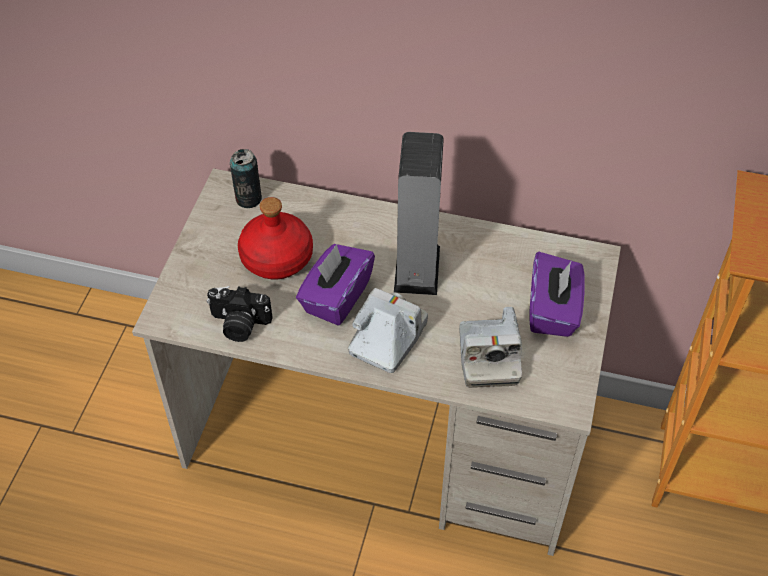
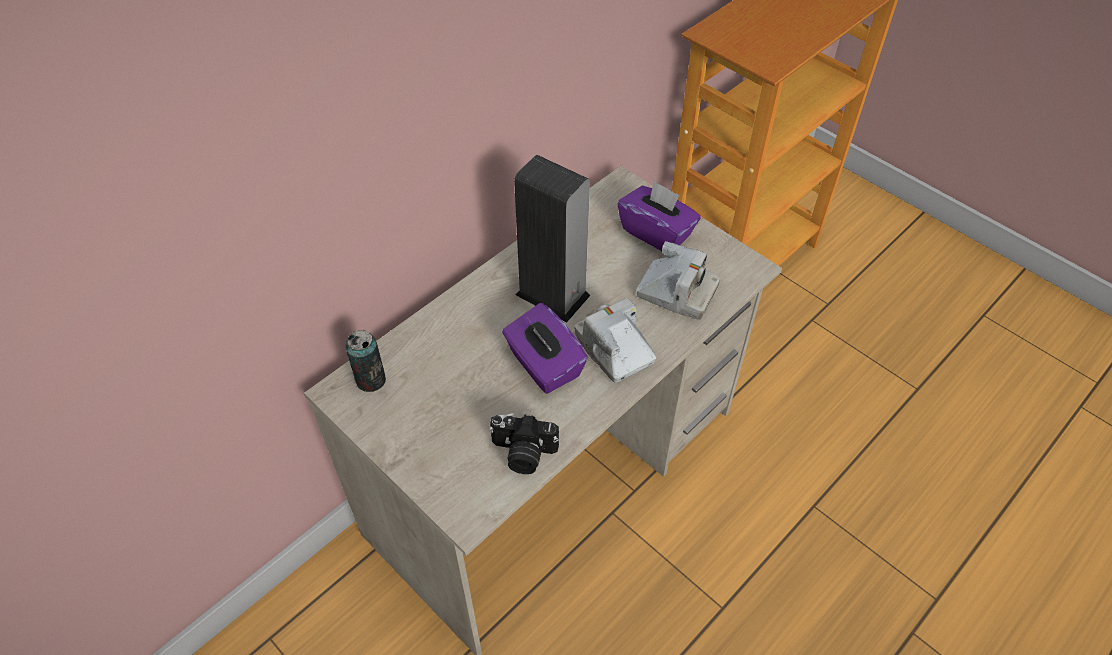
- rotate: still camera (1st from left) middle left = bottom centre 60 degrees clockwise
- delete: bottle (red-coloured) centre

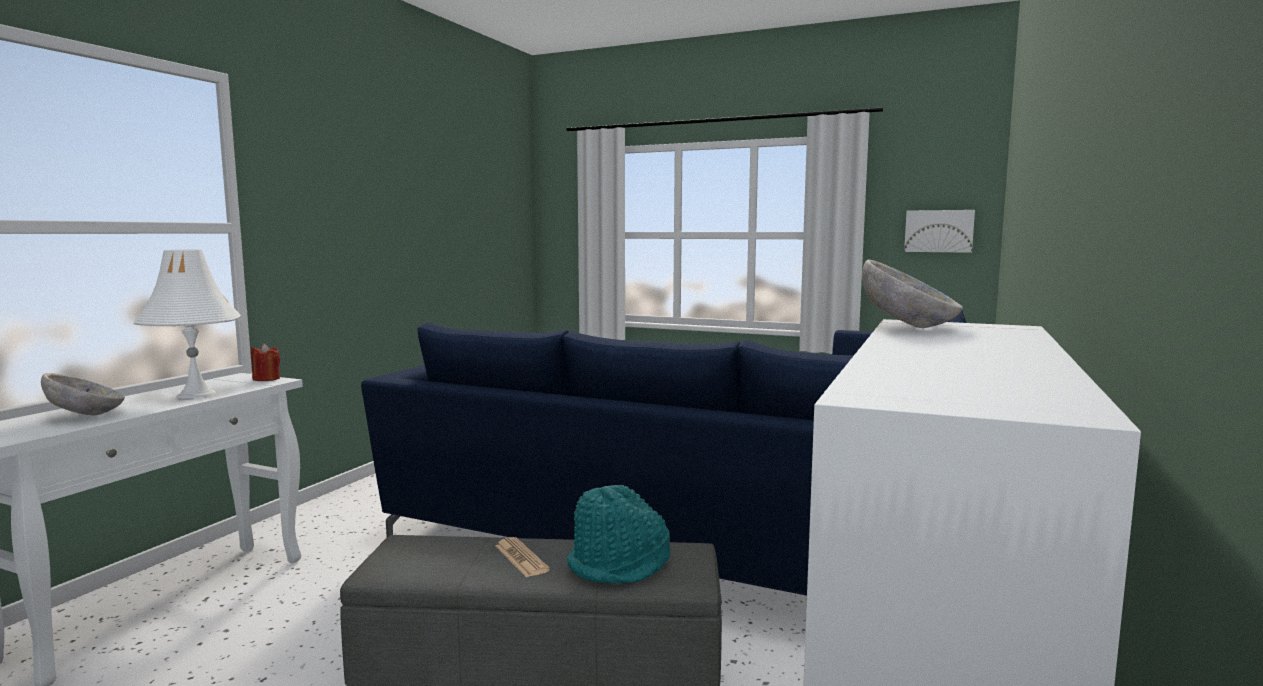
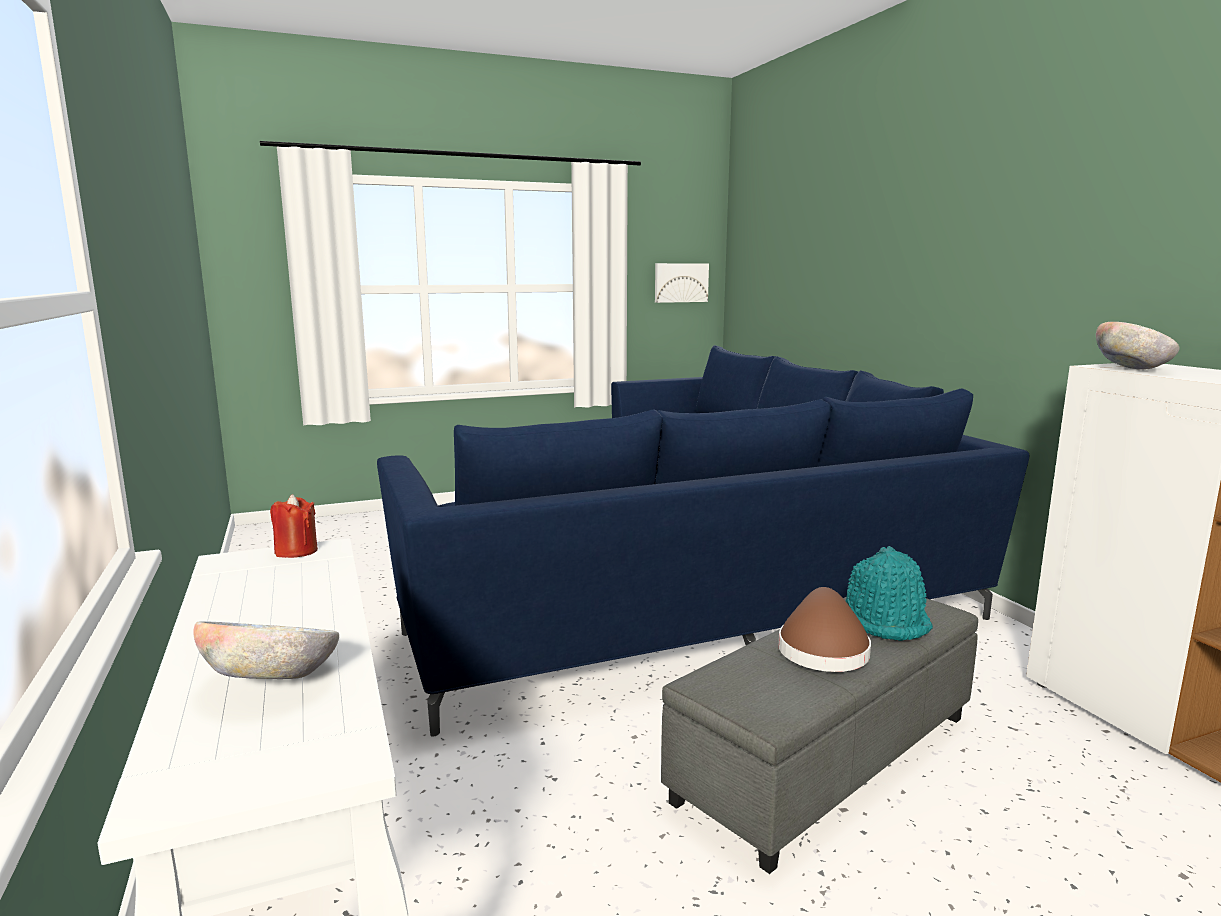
- replace: newspaper bottom centre to hat (brown) bottom right
- delete: tabletop lamp (whitish) middle left

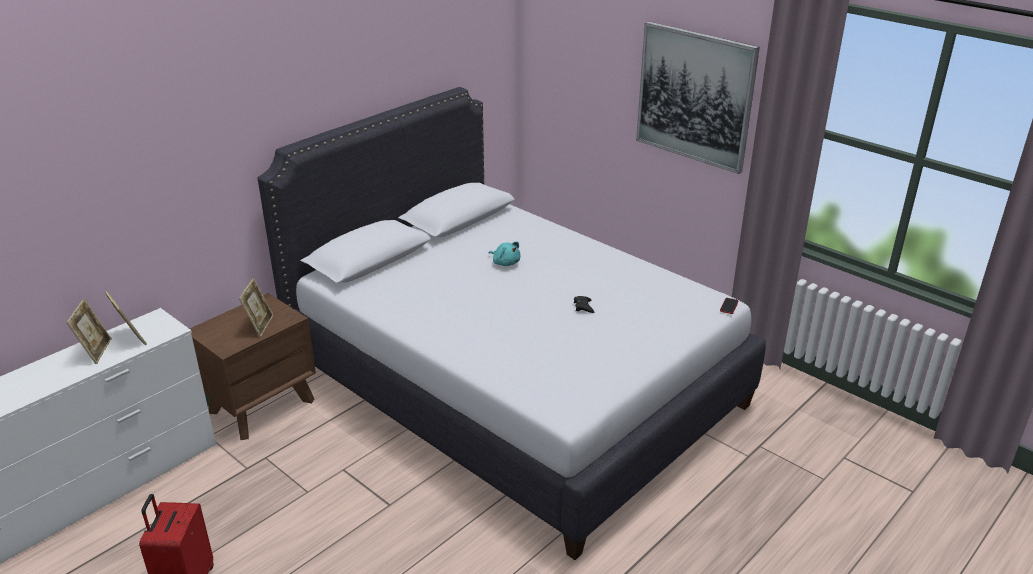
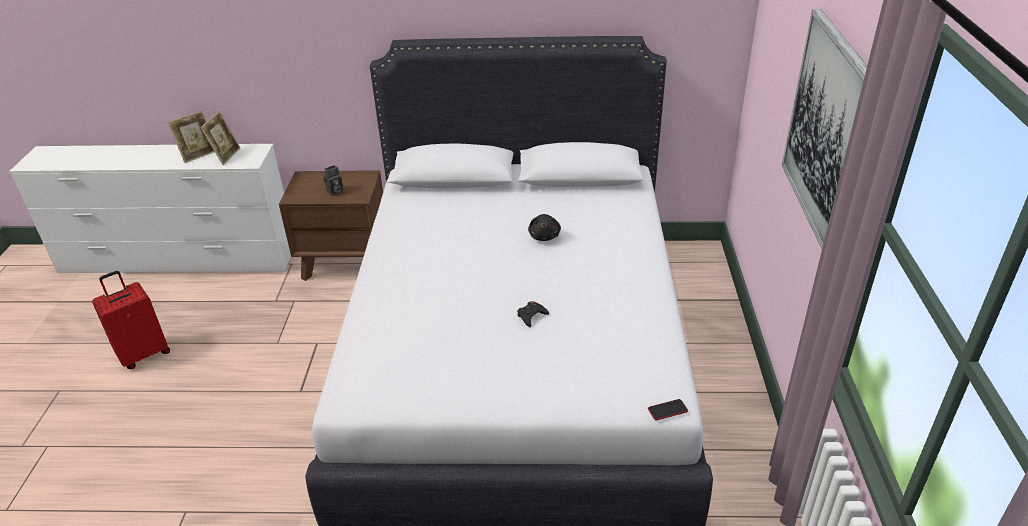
- replace: picture frame (3rd from left) middle left to still camera middle left
- recolor: soft toy (blue-green) centre to soft toy (black-coloured) centre

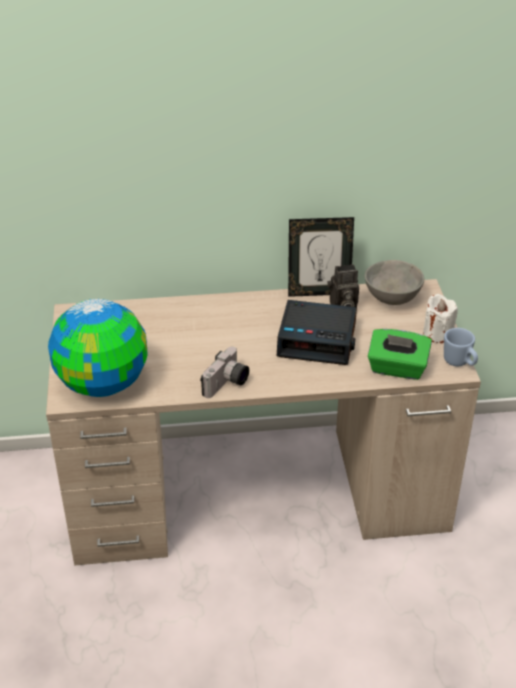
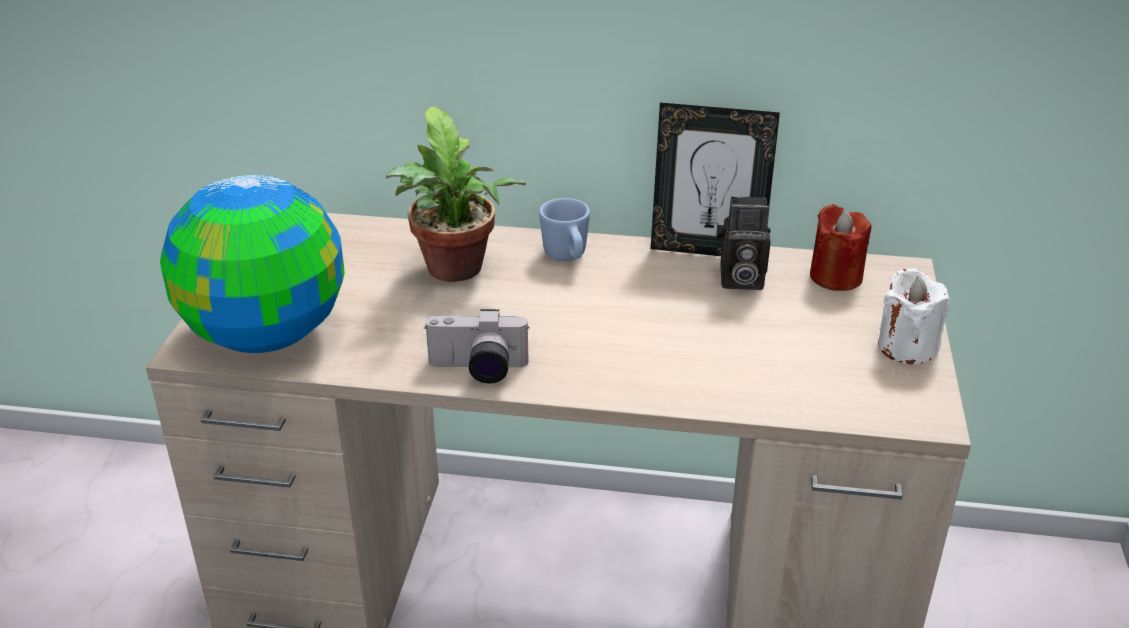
- insert: potted plant top centre
- rotate: still camera (1st from left) centre = centre 45 degrees clockwise
- move: mug (blue-coloured) middle right to centre
- replace: serving bowl (greyish) middle right to candle (red-coloured) middle right
- delete: bedside clock centre
- delete: tissue holder (green) middle right

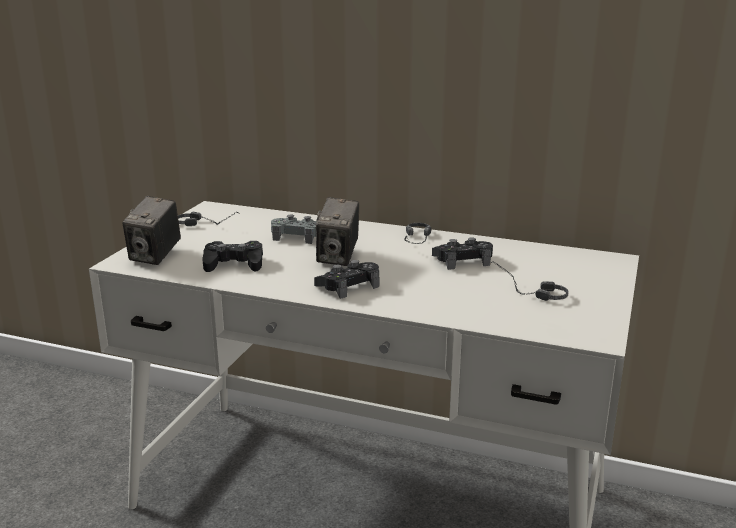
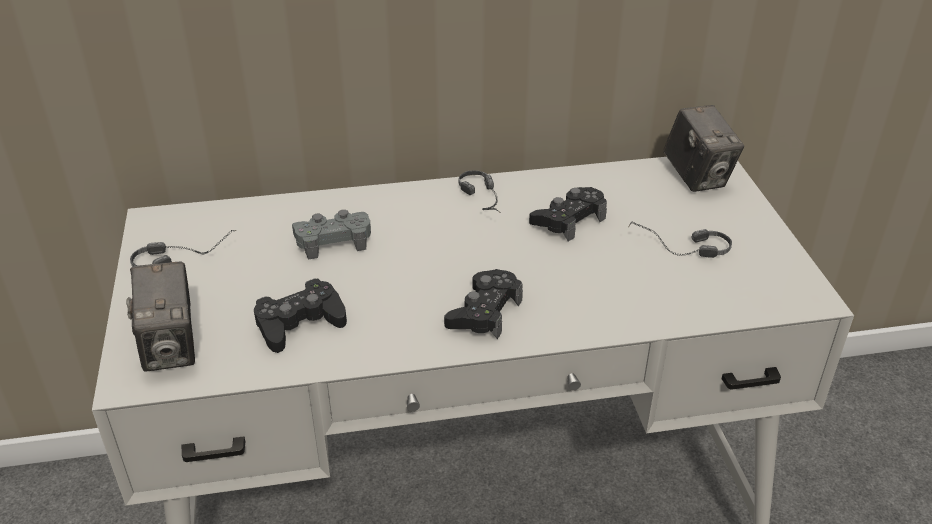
- move: still camera (2nd from left) centre to top right

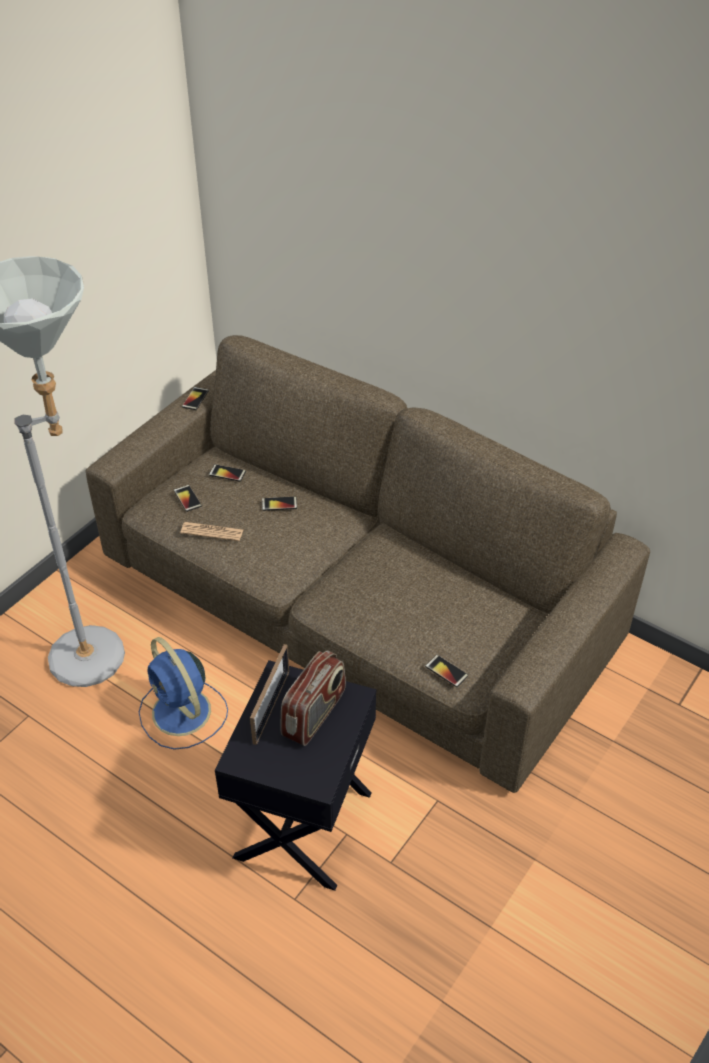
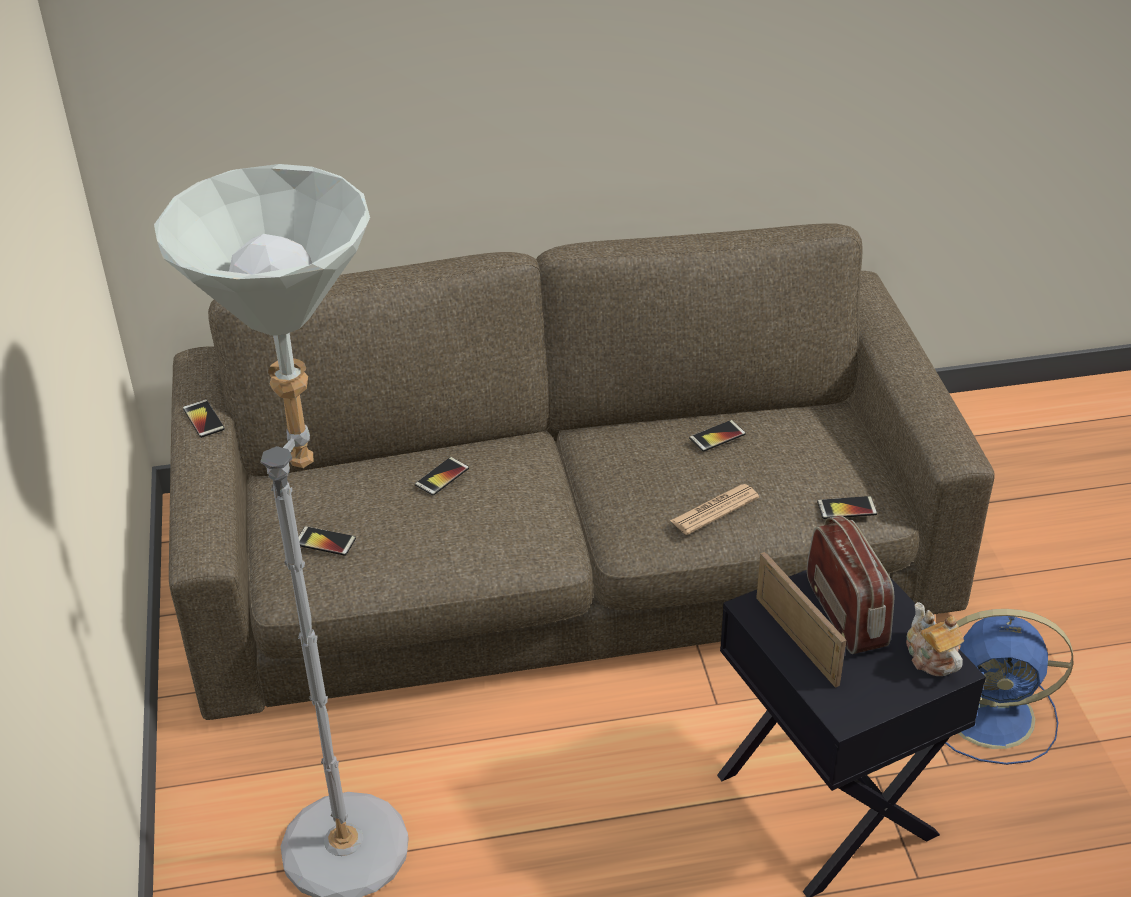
- move: newspaper middle left to centre
- move: handset (3rd from left in the first image) middle left to handset (4th from left) centre
- insert: pot for tea bottom right
- move: electric fan (blue-coloured) middle left to bottom right

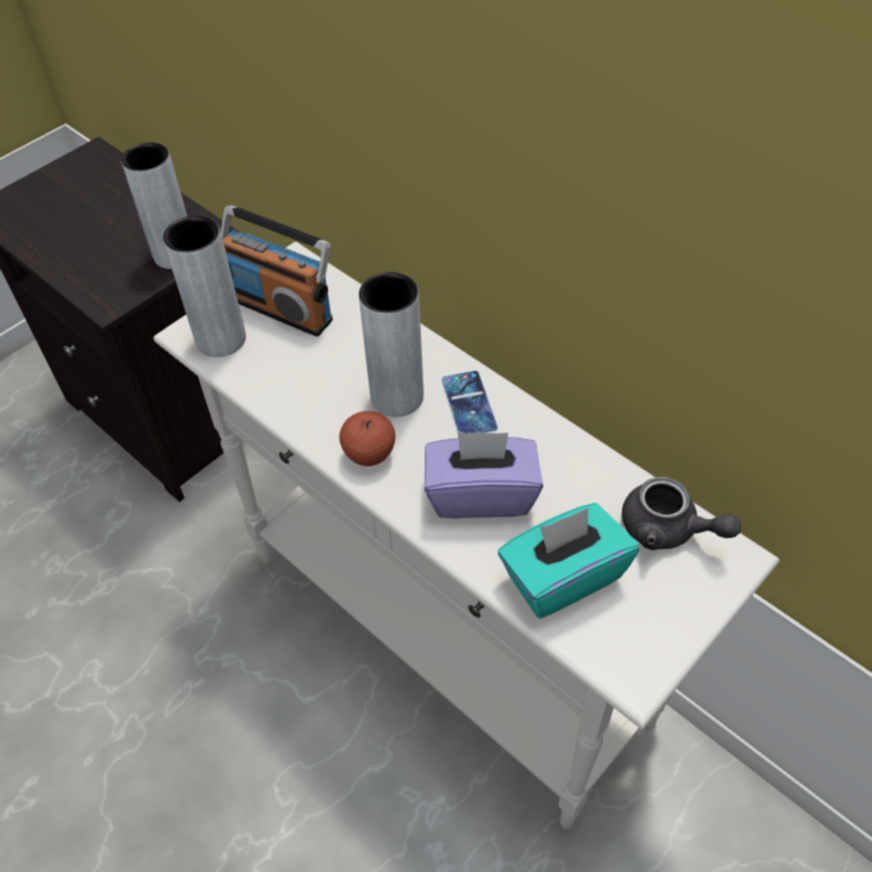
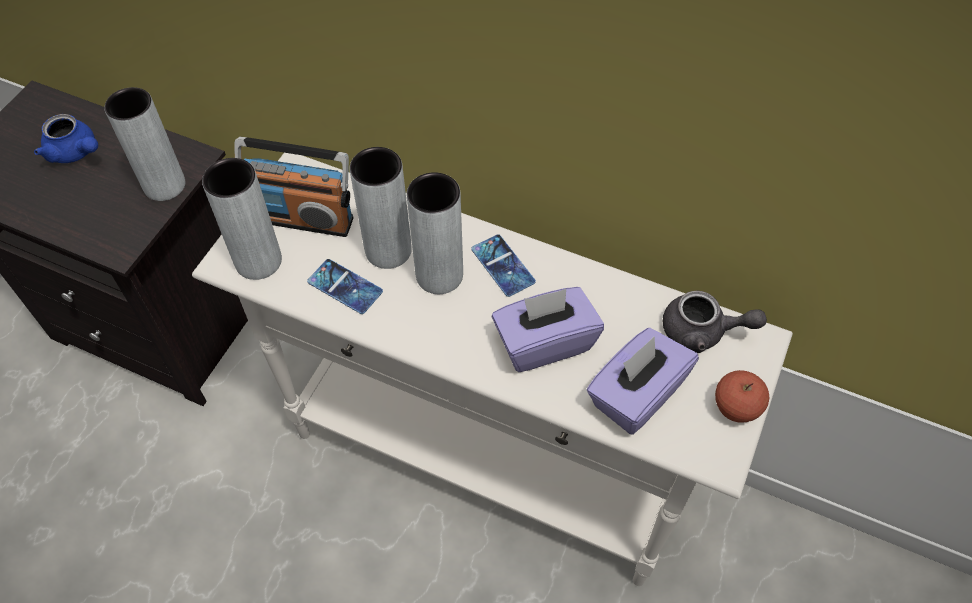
- insert: pot for tea (blue-coloured) top left
- insert: handset (1st from left) centre
- insert: decorative vase (greyish) (3rd from left) centre
- recolor: tissue holder (blue-green) centre to tissue holder (purplish) (2nd from left) centre
- move: whole apple centre to middle right

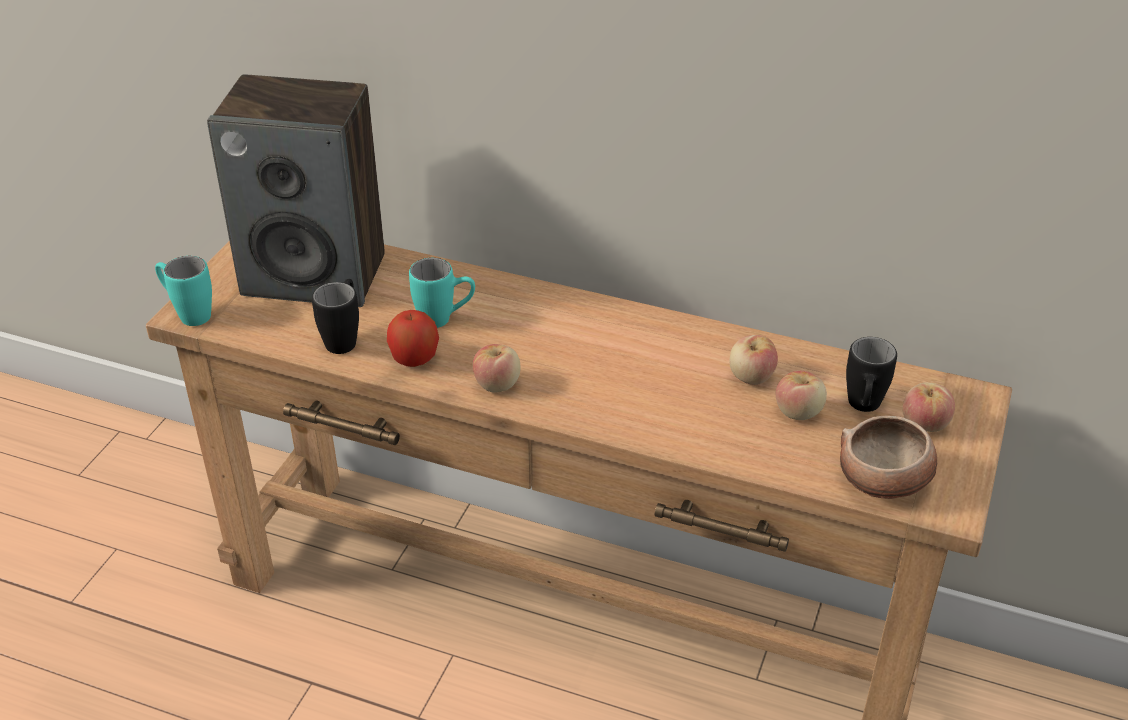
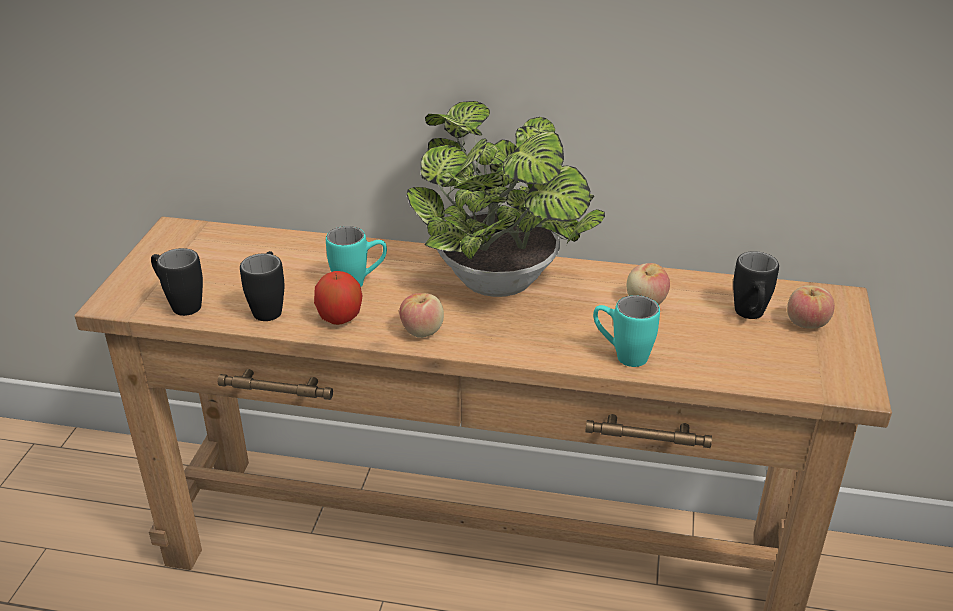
- insert: mug (black-coloured) (1st from left) middle left
- insert: potted plant top centre
- move: mug (blue-green) (1st from left in the first image) middle left to mug (blue-green) (2nd from left) centre
- delete: loudspeaker top left
- delete: whole apple (4th from left) middle right
- delete: serving bowl middle right

